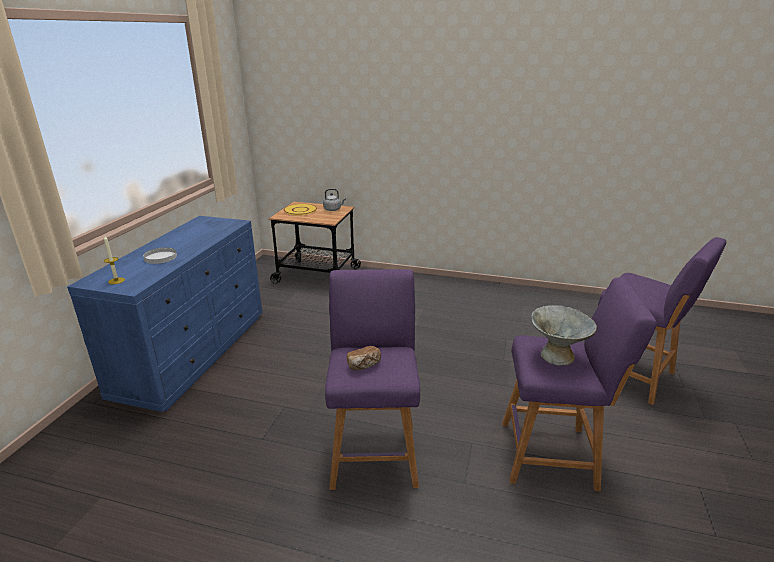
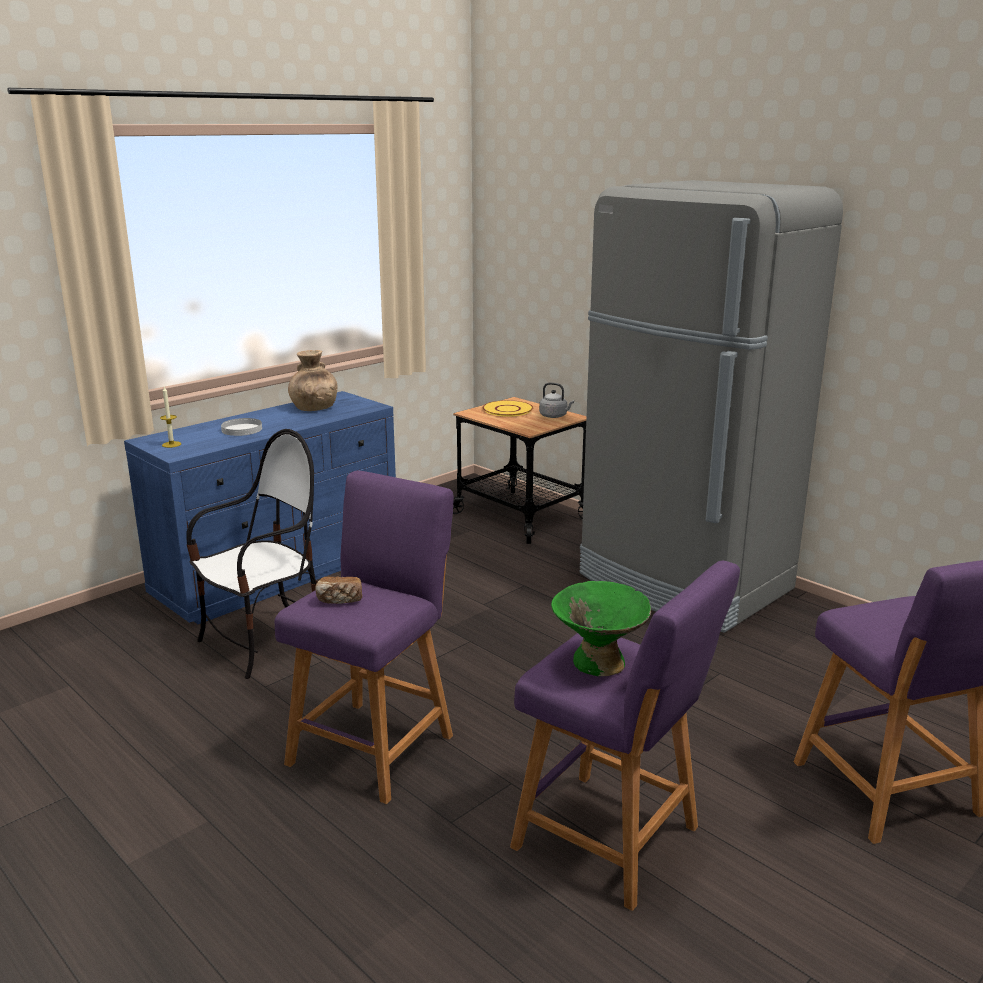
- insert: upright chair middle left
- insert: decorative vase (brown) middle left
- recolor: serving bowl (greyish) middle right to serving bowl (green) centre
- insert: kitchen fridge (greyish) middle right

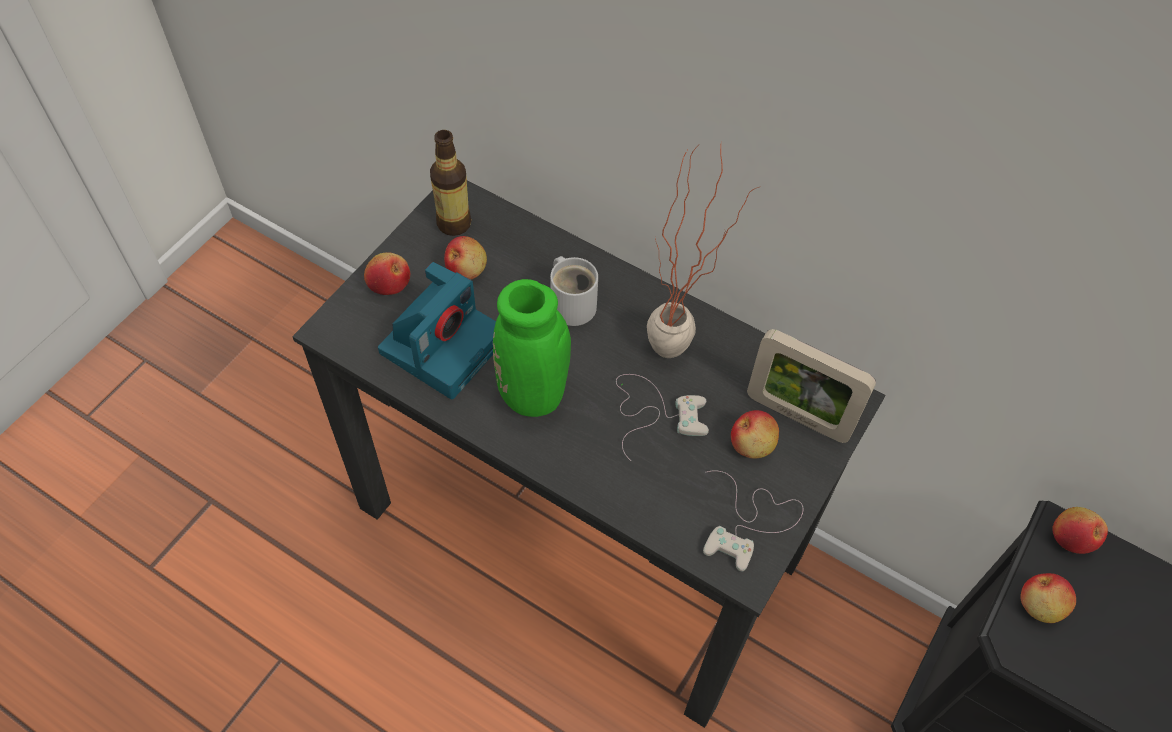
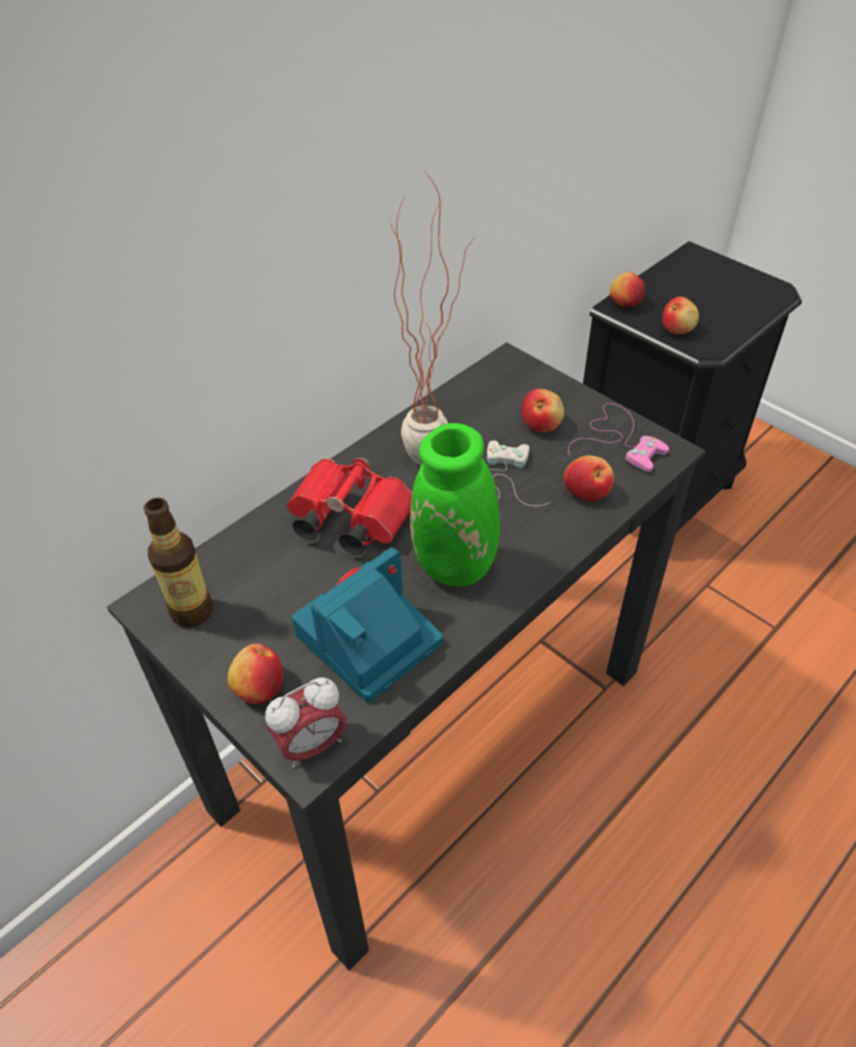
- insert: bedside clock bottom centre
- replace: mug (whitish) centre to binoculars (red-coloured) centre
- rotate: still camera centre = centre 90 degrees counterclockwise
- move: whole apple (2nd from left in the first image) centre to whole apple (3rd from left) middle right
- recolor: game controller (whitish) (2nd from left) bottom centre to game controller (pink) middle right
- delete: picture frame middle right

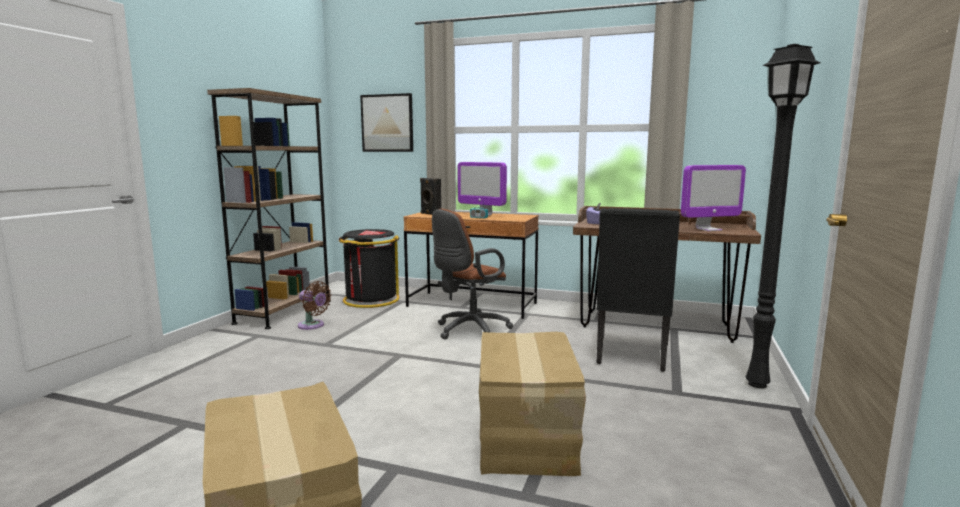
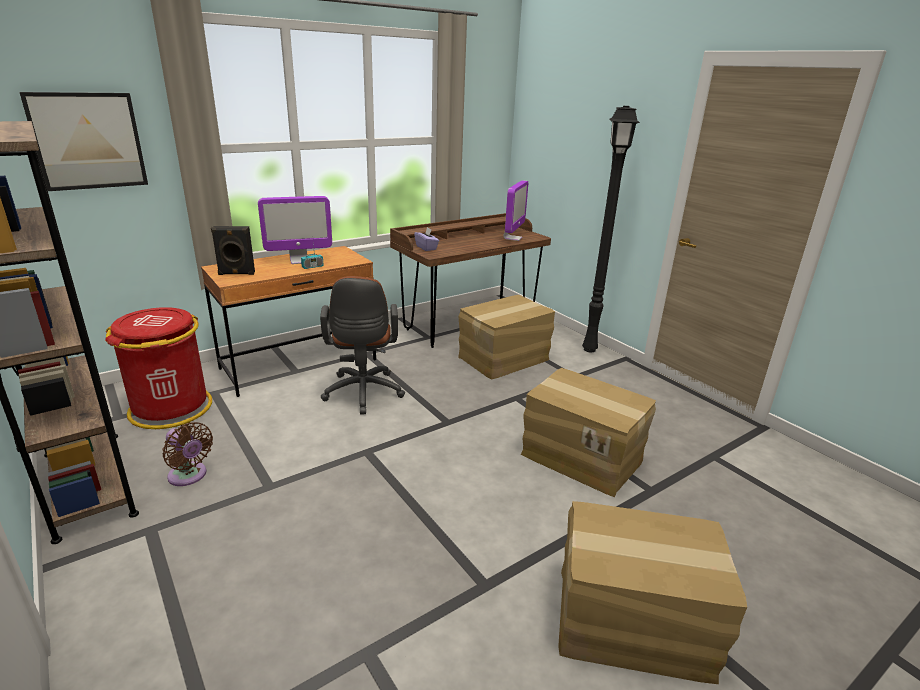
- recolor: trash can (black-coloured) centre to trash can (red-coloured) middle left
- rotate: electric fan (brown) middle left = middle left 60 degrees clockwise
- replace: upright chair (black-coloured) centre to cardboard box (1st from left) centre

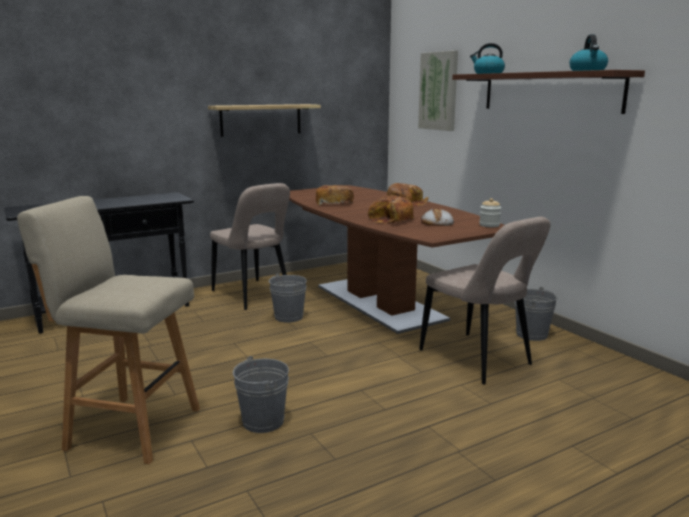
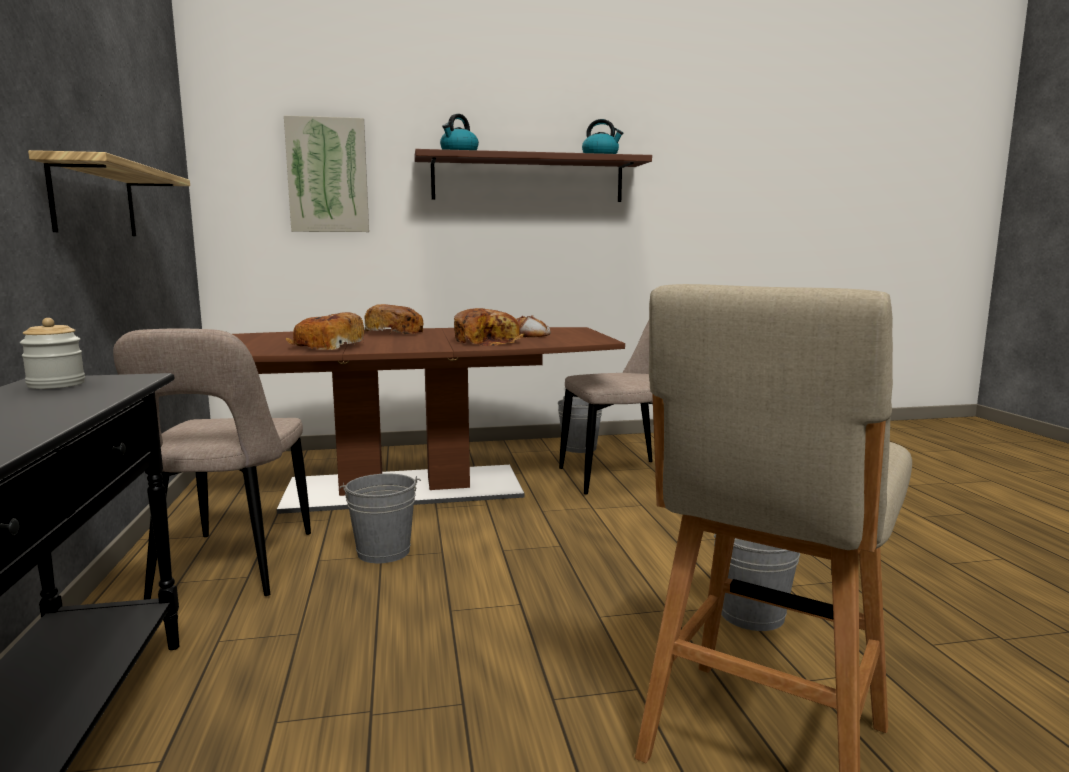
- move: storage jar middle right to middle left
- rotate: upright chair (sand-coloured) (1st from left) centre = middle left 105 degrees clockwise

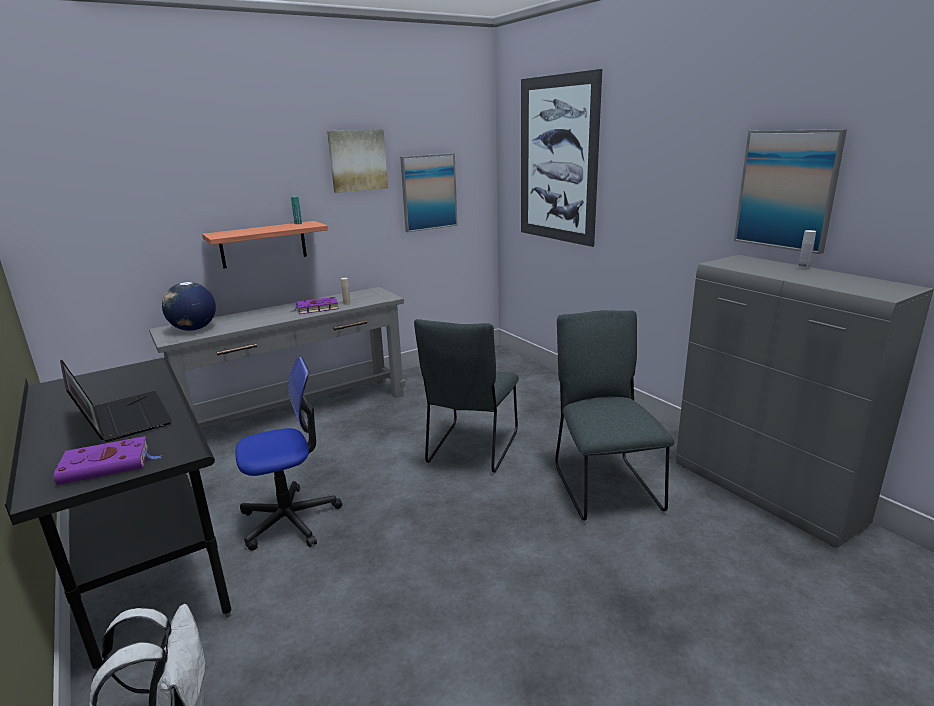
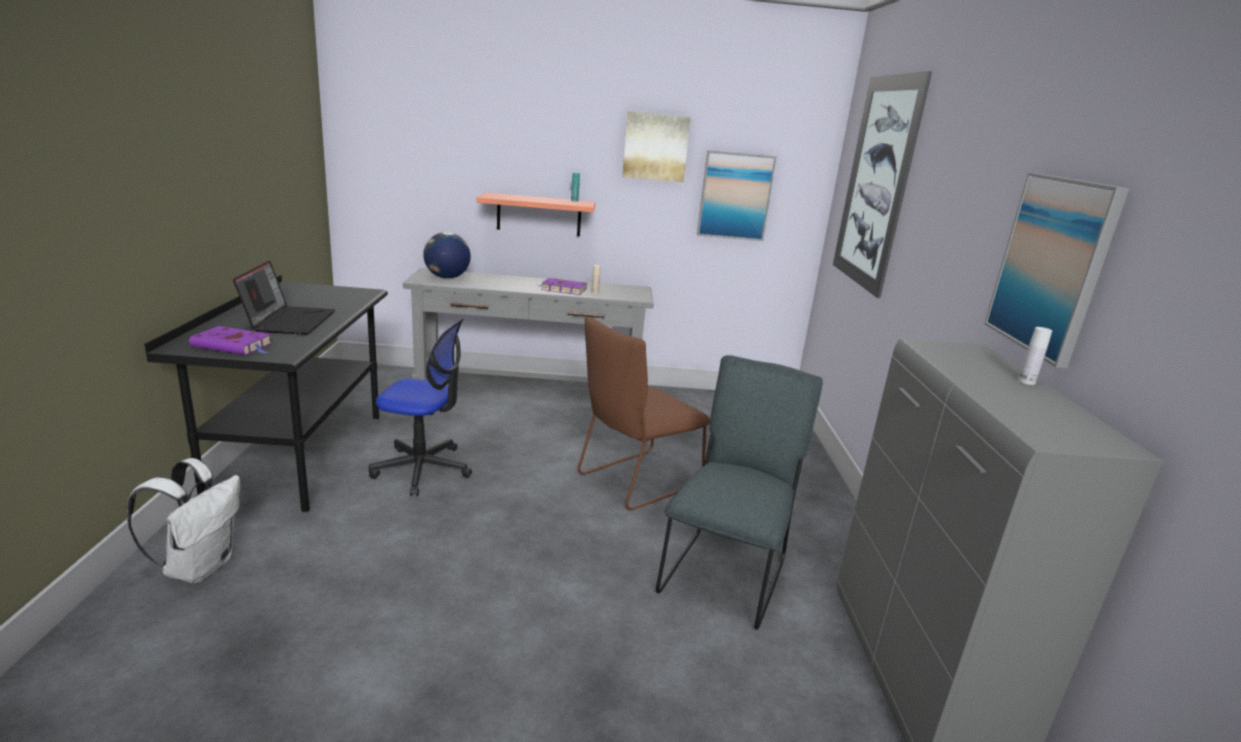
- recolor: upright chair (greyish) (1st from left) centre to upright chair (brown) centre

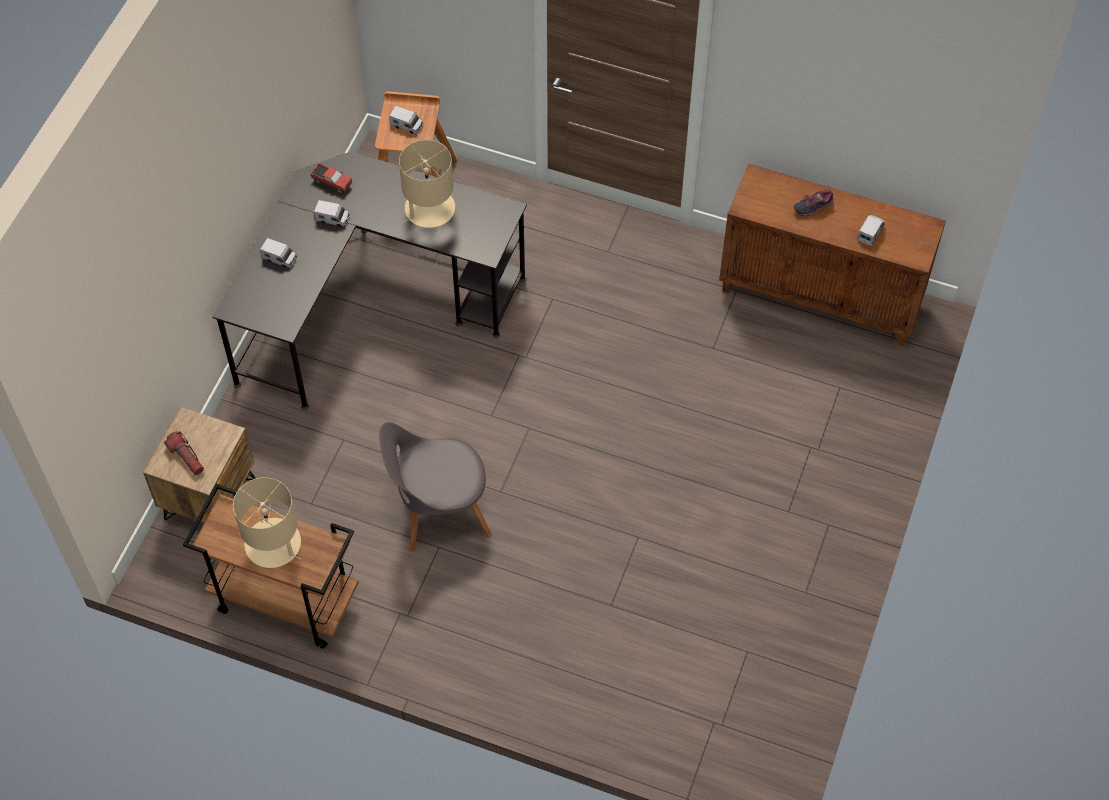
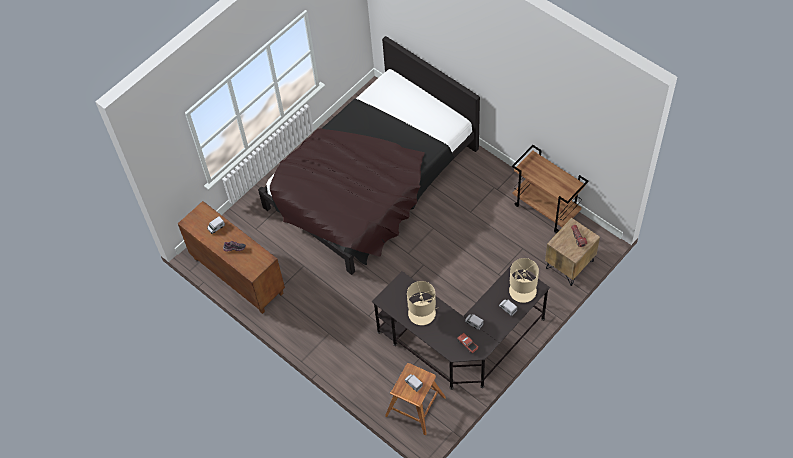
- insert: bedroom bed centre
- move: tabletop lamp (sand-coloured) (1st from left in the first image) middle left to tabletop lamp (sand-coloured) (2nd from left) centre
- delete: upright chair (greyish) centre

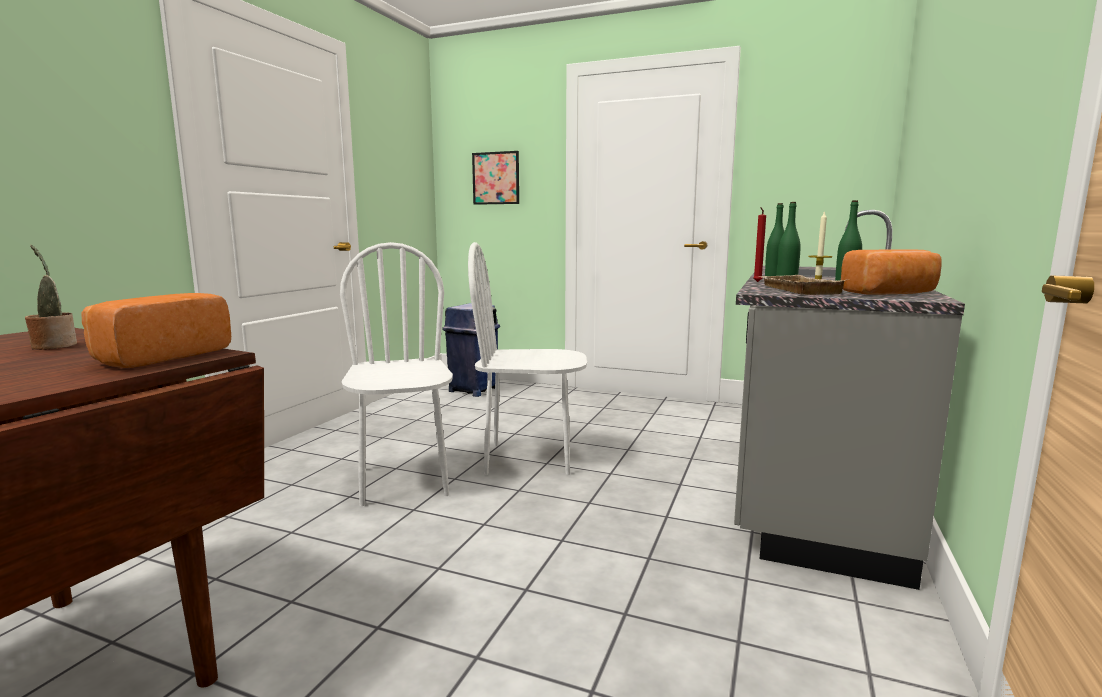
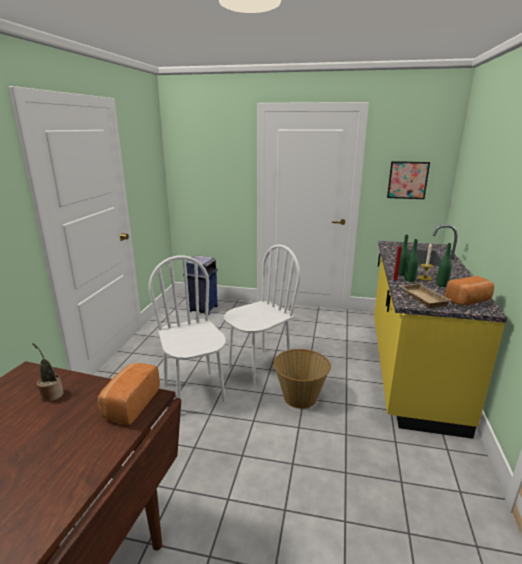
- rotate: upright chair (whitish) (2nd from left) centre = centre 150 degrees clockwise
- insert: basket bottom centre
- recolor: counter (greyish) middle right to counter (yellow-coloured) middle right
- move: picture top centre to top right

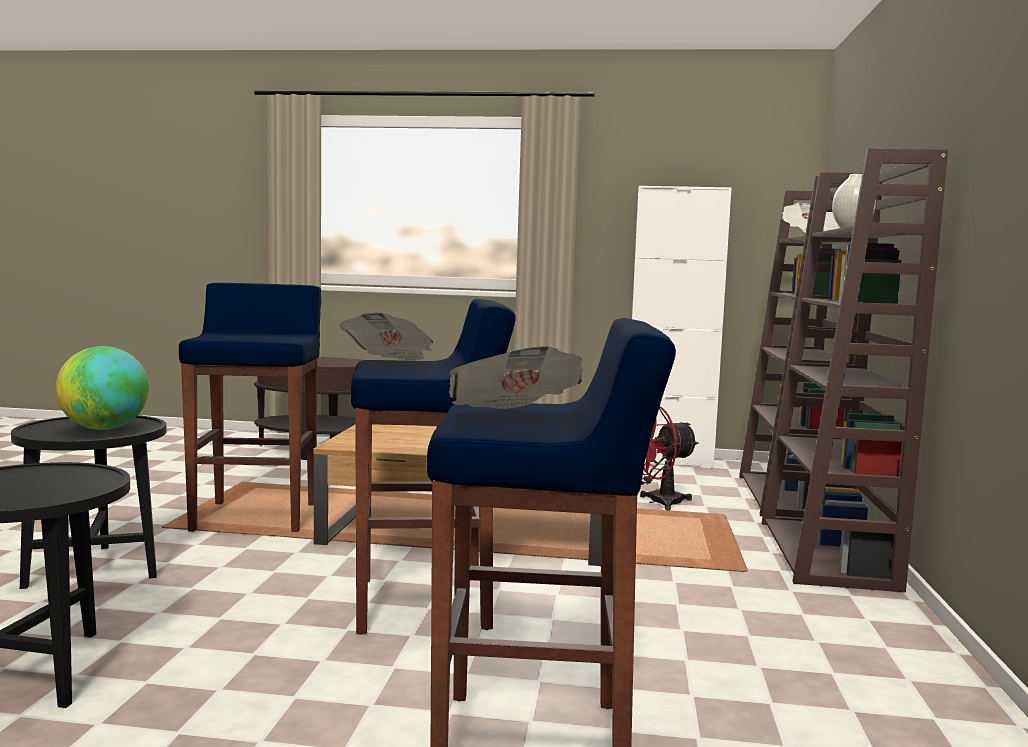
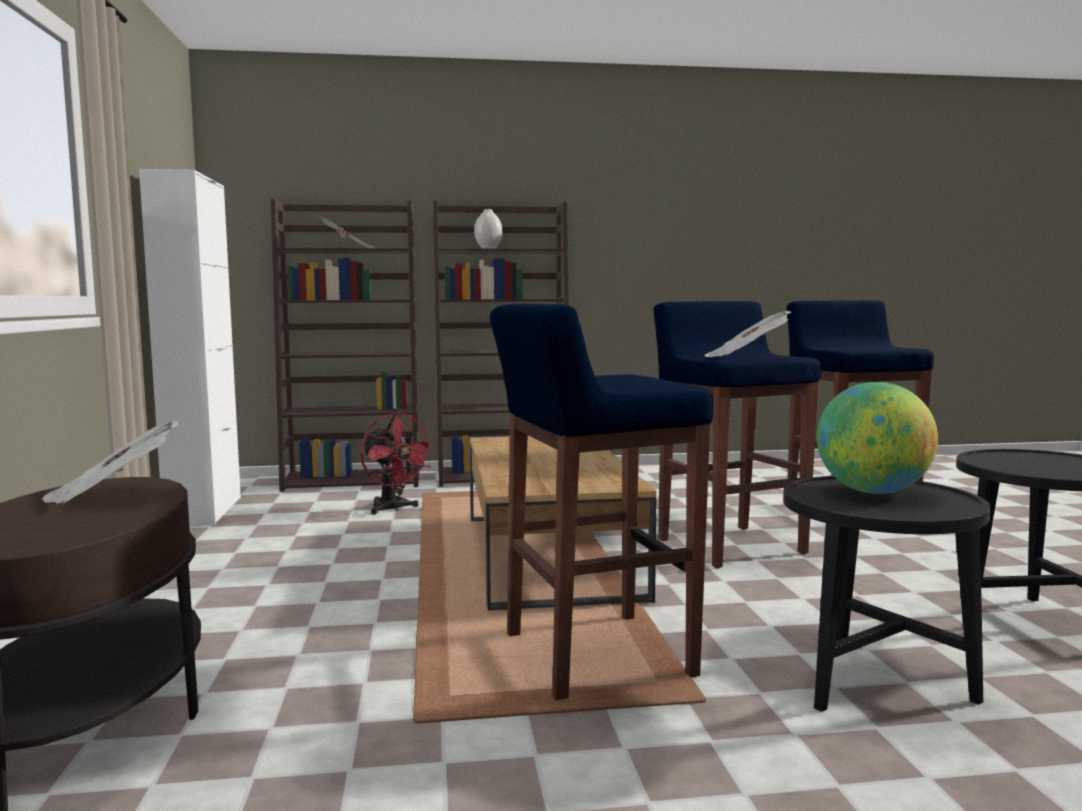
- move: newspaper (2nd from left in the first image) centre to newspaper (1st from left) middle left

